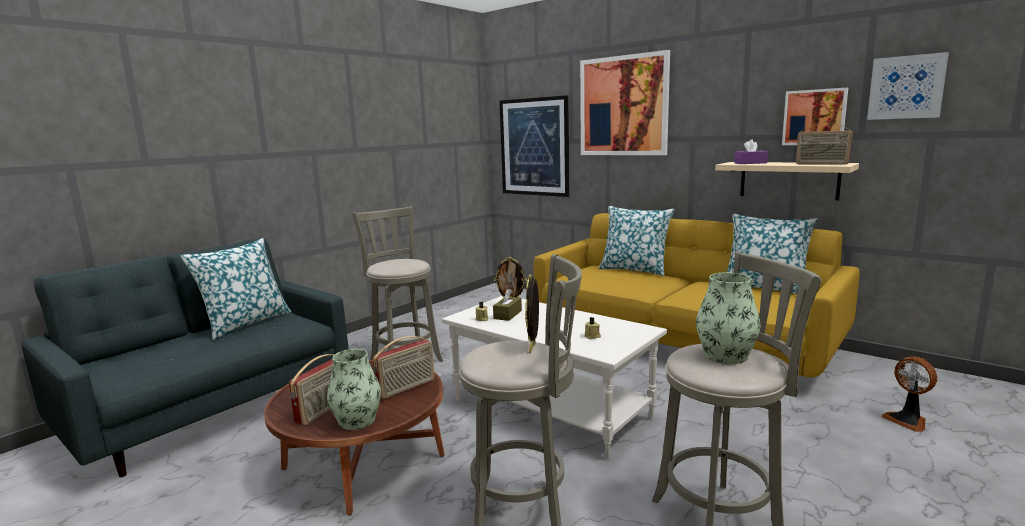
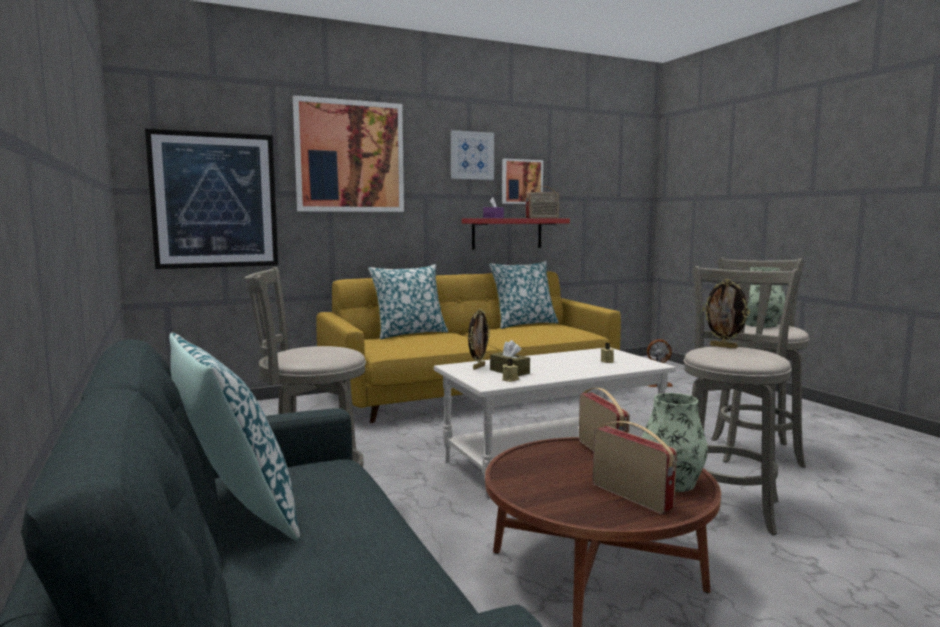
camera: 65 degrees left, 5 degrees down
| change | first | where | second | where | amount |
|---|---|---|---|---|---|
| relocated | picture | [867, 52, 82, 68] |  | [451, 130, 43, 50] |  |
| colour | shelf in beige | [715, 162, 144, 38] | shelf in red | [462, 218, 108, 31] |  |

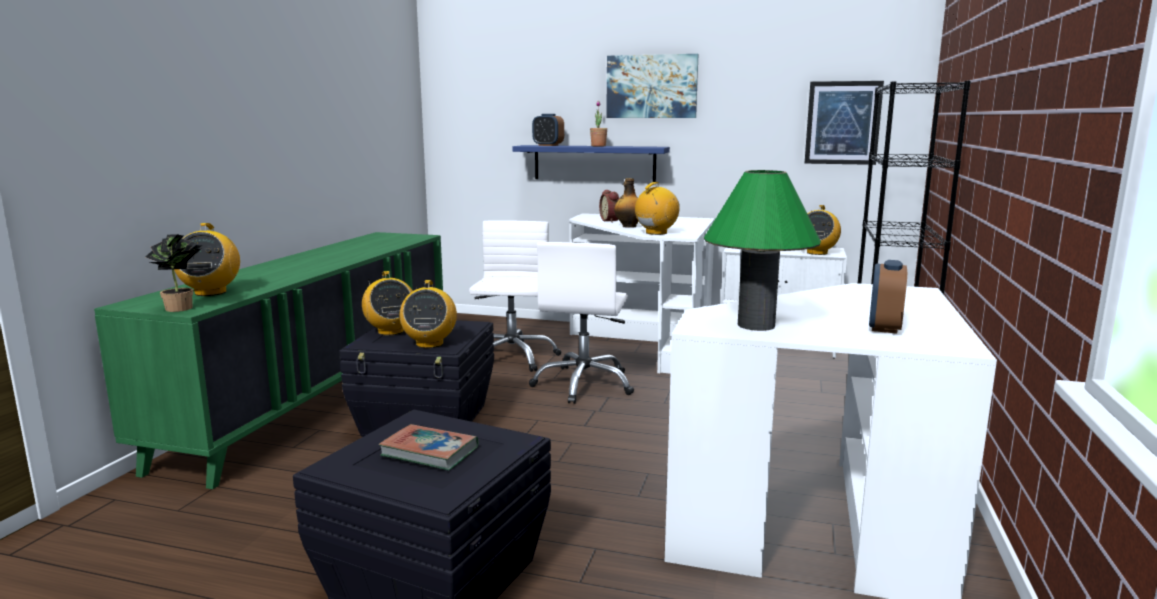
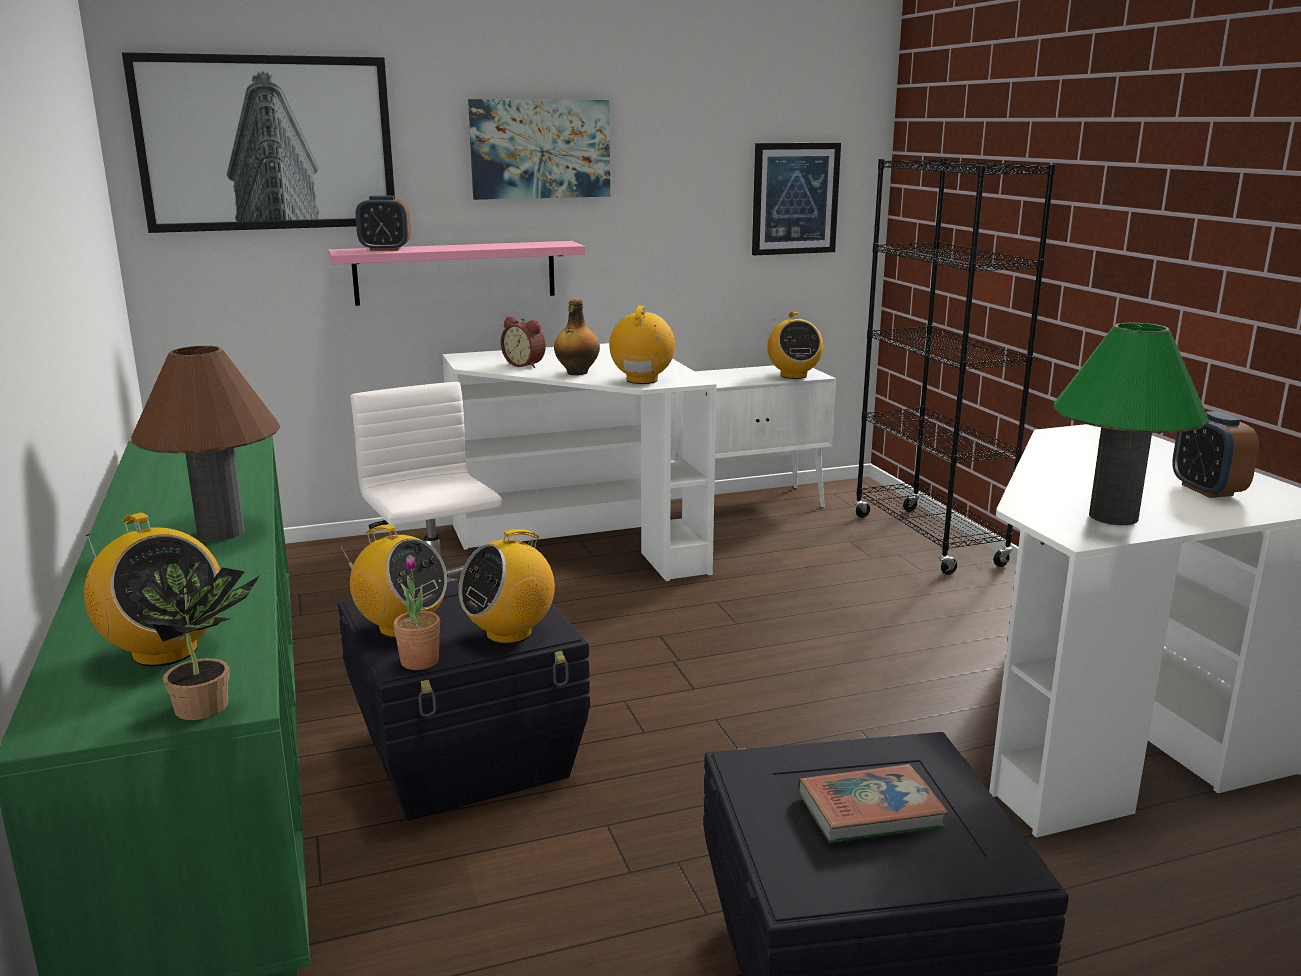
camera: 35 degrees left, 5 degrees up
| change | first | where | second | where | amount |
|---|---|---|---|---|---|
| missing | office chair in white | [529, 242, 105, 162] |  |  |  |
| appeared |  |  | picture | [122, 52, 273, 181] |  |
| appeared |  |  | table lamp in brown | [131, 346, 149, 195] |  |
| relocated | potted plant | [590, 101, 17, 45] |  | [393, 555, 47, 115] |  |
| colour | shelf in blue | [512, 145, 158, 37] | shelf in pink | [328, 241, 257, 65] |  |
| spun | radio | [399, 280, 58, 68] |  | [458, 529, 97, 115] | 90 degrees clockwise |

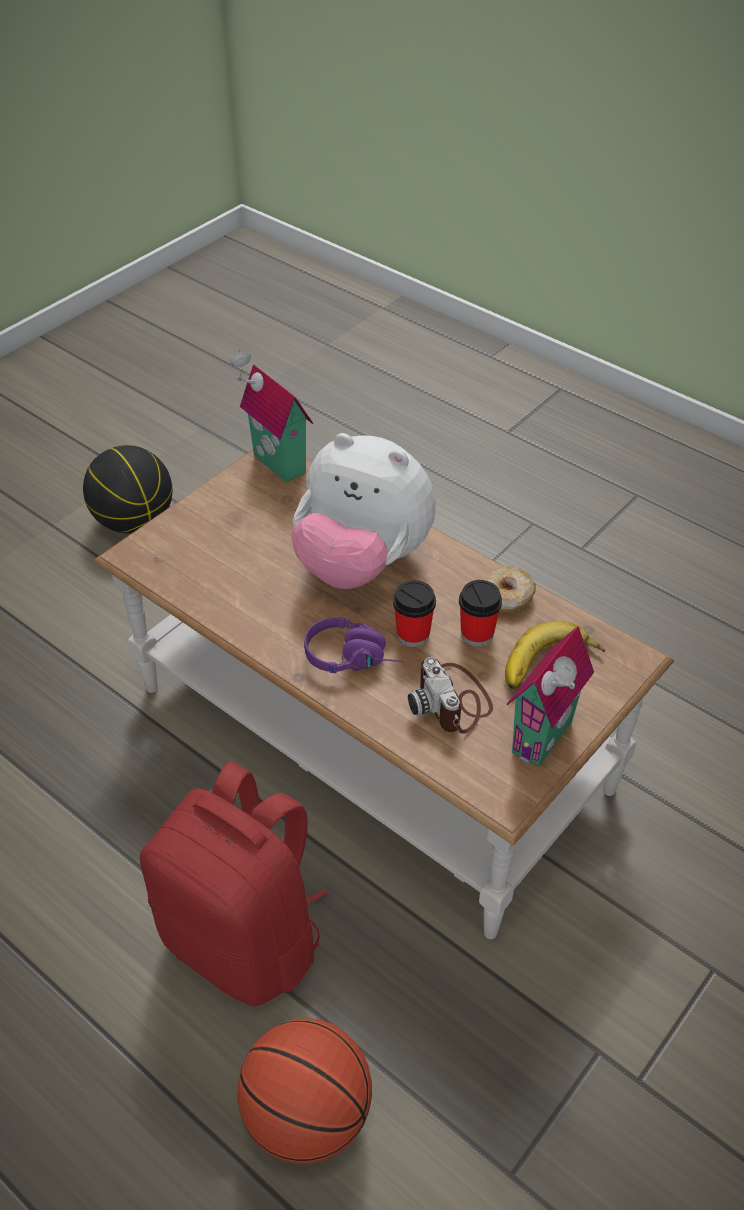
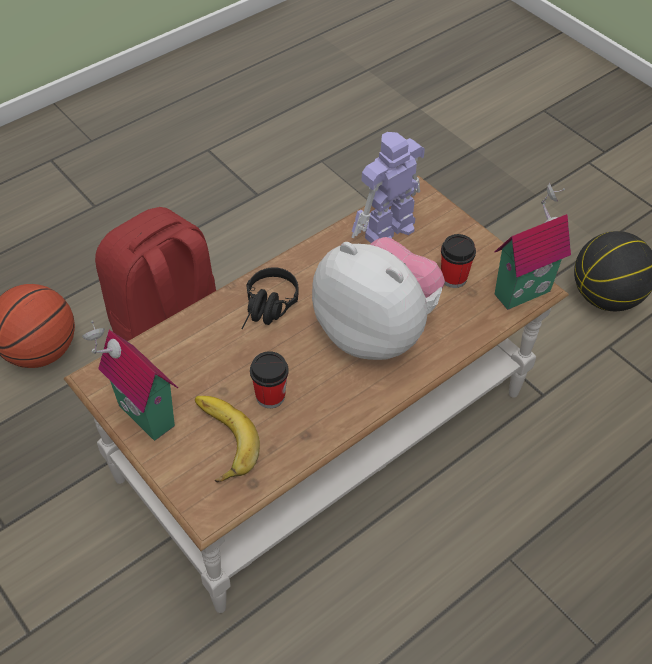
camera: 100 degrees right, 5 degrees up
| change | first | where | second | where | amount |
|---|---|---|---|---|---|
| missing | photo camera | [408, 657, 85, 77] |  |  |  |
| missing | donut | [481, 566, 55, 46] |  |  |  |
| appeared |  |  | toy robot | [352, 132, 73, 111] |  |
| relocated | cup | [393, 580, 43, 67] |  | [441, 234, 35, 54] |  |
| colour | headphones in purple | [304, 617, 100, 56] | headphones in black | [242, 267, 57, 62] |  |
| spun | plush toy | [291, 433, 145, 156] |  | [312, 237, 133, 123] | 90 degrees clockwise |

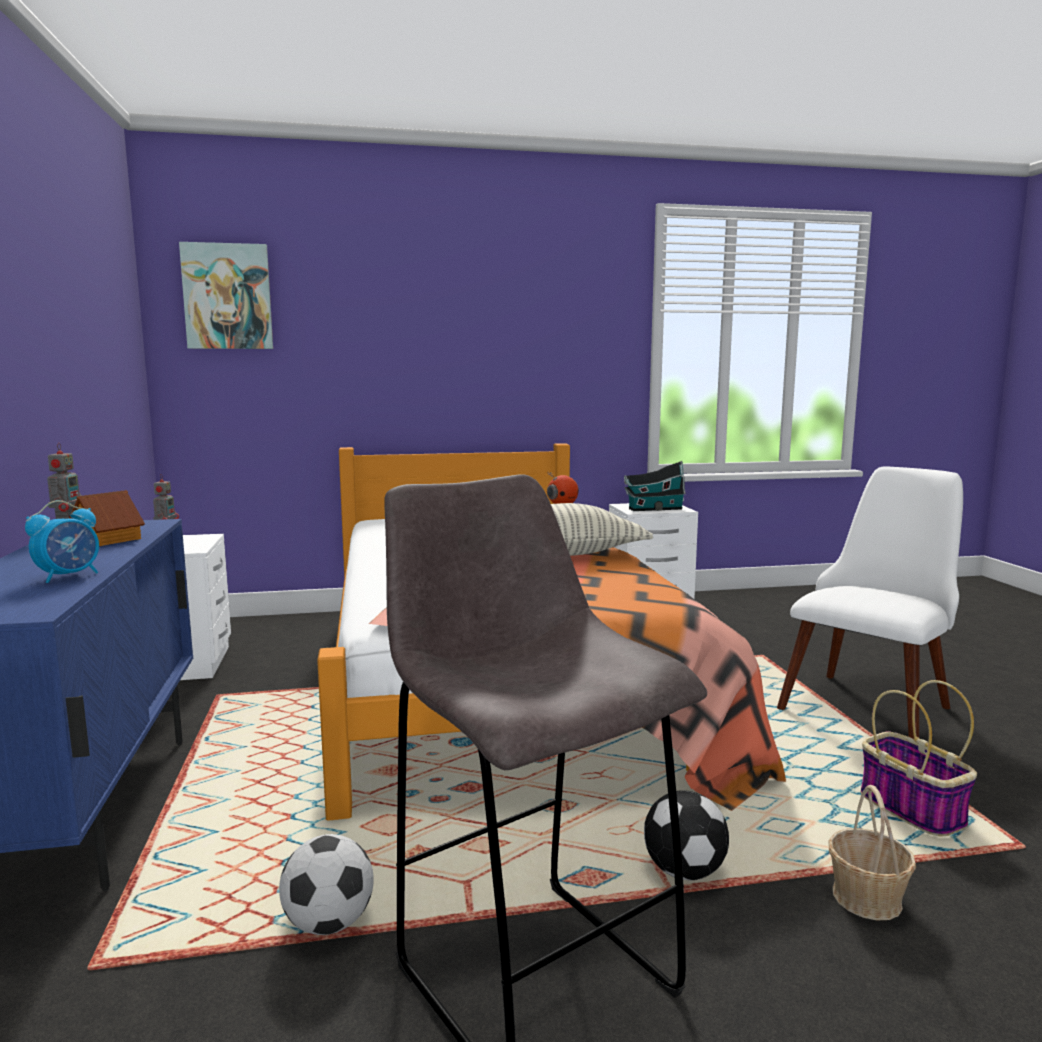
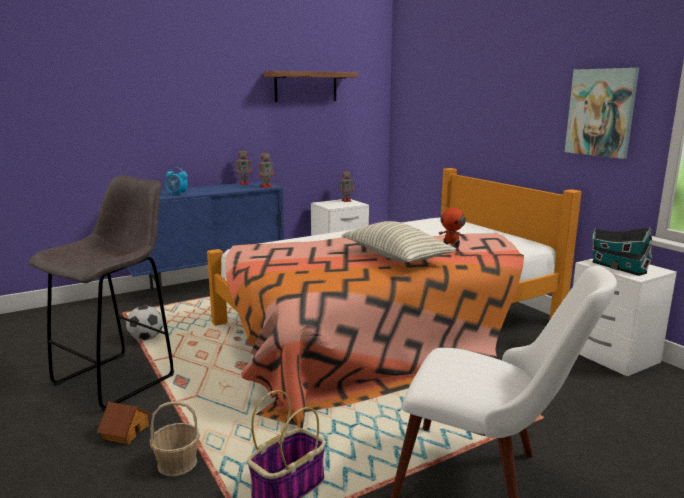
camera: 70 degrees right, 5 degrees up
| change | first | where | second | where | amount |
|---|---|---|---|---|---|
| missing | football | [644, 790, 85, 90] |  |  |  |
| appeared |  |  | toy robot | [258, 149, 17, 39] |  |
| appeared |  |  | shelf | [264, 71, 94, 31] |  |
| relocated | toy house | [69, 490, 76, 56] |  | [97, 402, 54, 43] |  |
| relocated | picture | [179, 242, 94, 107] |  | [565, 68, 74, 91] |  |

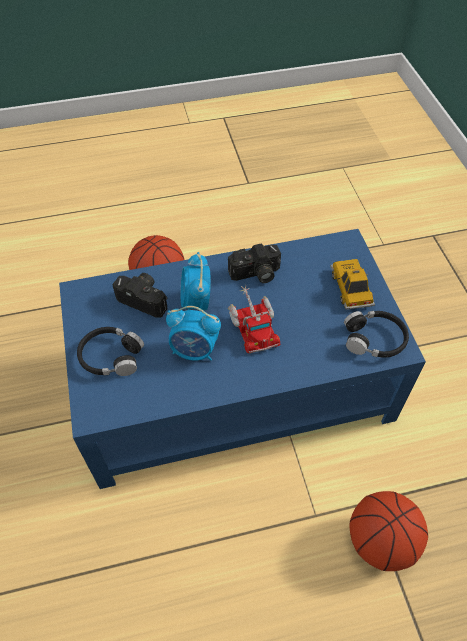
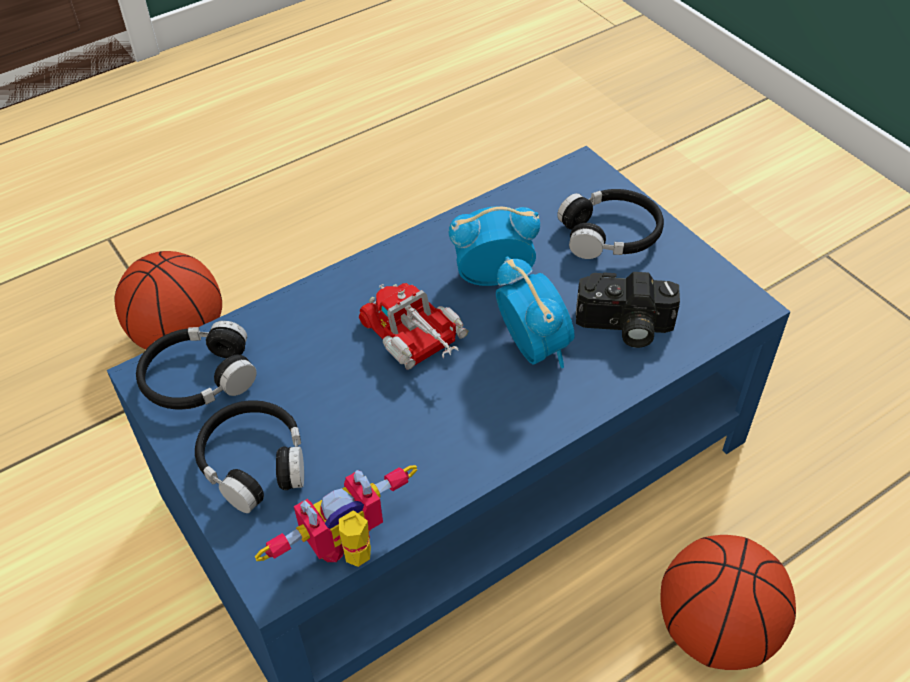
camera: 160 degrees right, 5 degrees down
| change | first | where | second | where | amount |
|---|---|---|---|---|---|
| missing | photo camera | [228, 244, 53, 39] |  |  |  |
| appeared |  |  | toy robot | [255, 465, 162, 102] |  |
| exchanged | toy car | [330, 259, 45, 51] | headphones in black | [195, 400, 109, 113] |  |

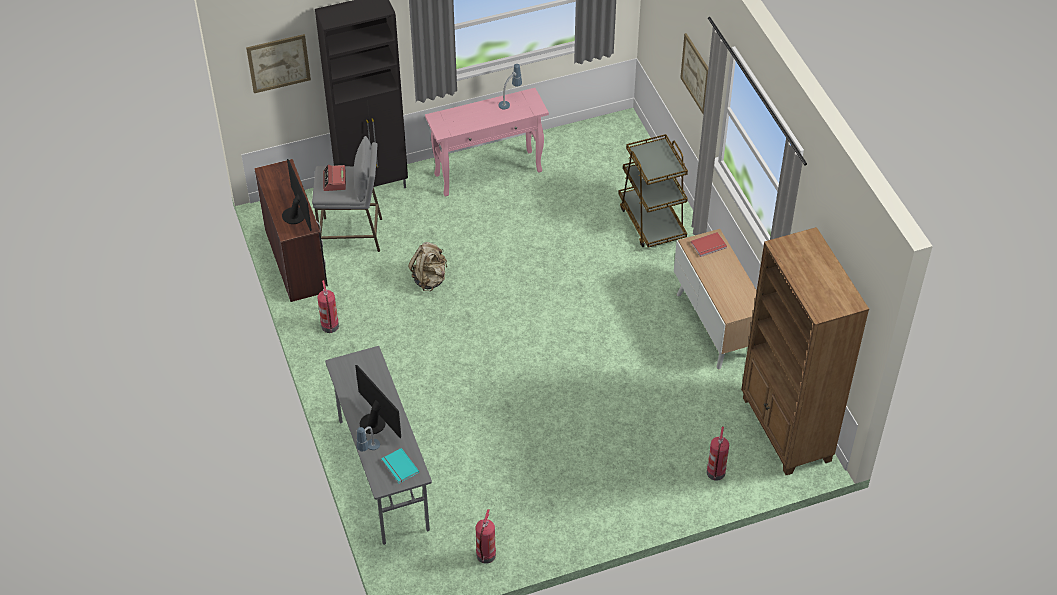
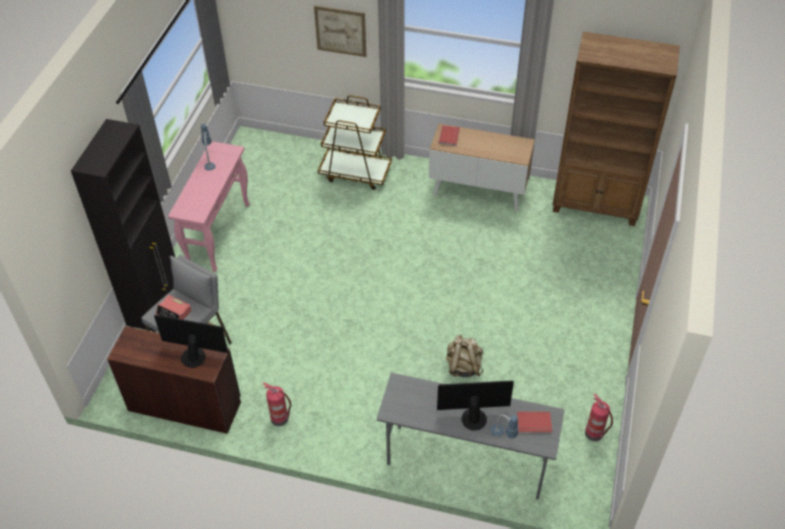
camera: 55 degrees left, 0 degrees up
| change | first | where | second | where | amount |
|---|---|---|---|---|---|
| missing | picture | [246, 34, 65, 59] |  |  |  |
| missing | fire extinguisher | [707, 427, 22, 54] |  |  |  |
| relocated | backpack in beige | [409, 242, 38, 49] |  | [446, 335, 37, 42] |  |
| colour | book in turquoise | [381, 448, 38, 35] | book in red | [517, 412, 35, 21] |  |

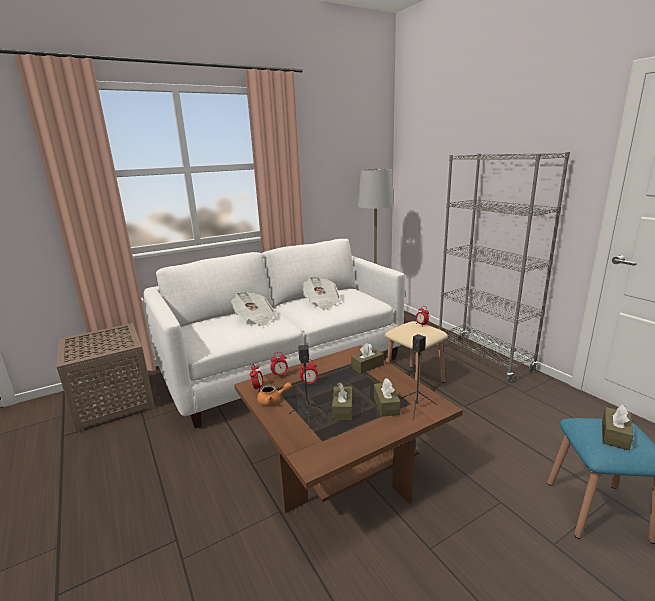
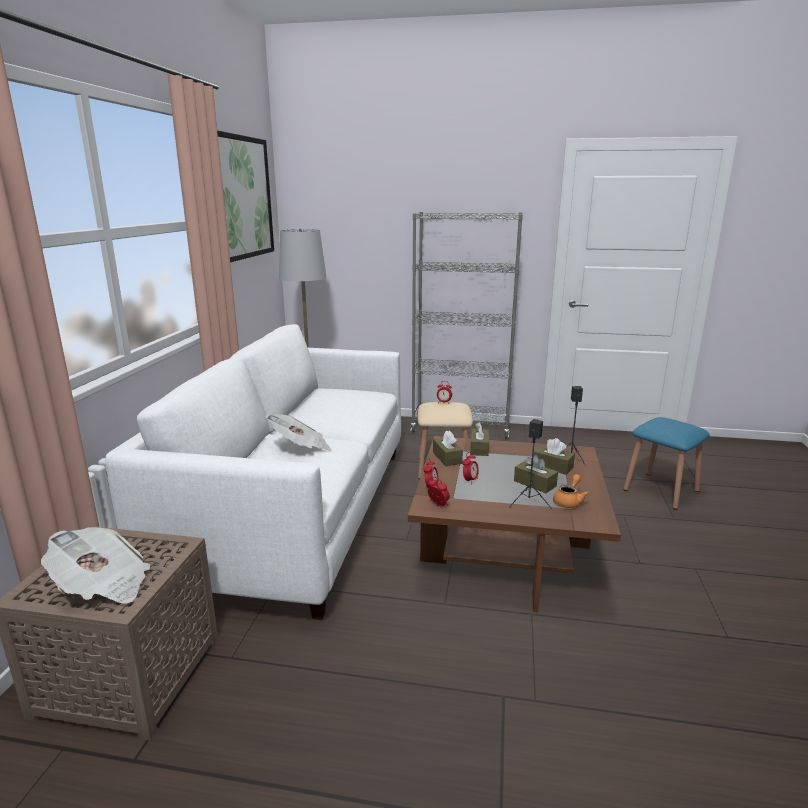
camera: 50 degrees left, 0 degrees up
| change | first | where | second | where | amount |
|---|---|---|---|---|---|
| appeared |  |  | picture | [217, 130, 57, 132] |  |
| relocated | teapot in orange | [257, 382, 35, 24] |  | [553, 474, 36, 34] |  |
| relocated | newspaper | [302, 276, 39, 34] |  | [41, 527, 109, 77] |  |
| relocated | tissue box in brown | [602, 405, 32, 46] |  | [433, 431, 30, 35] |  |

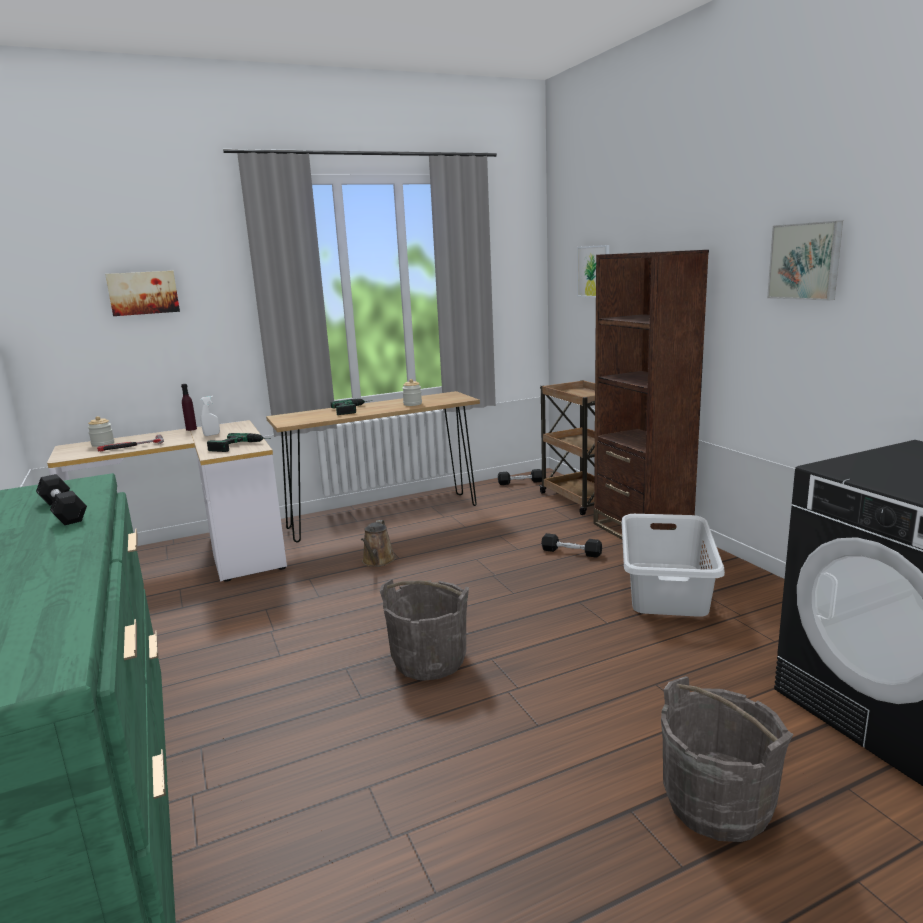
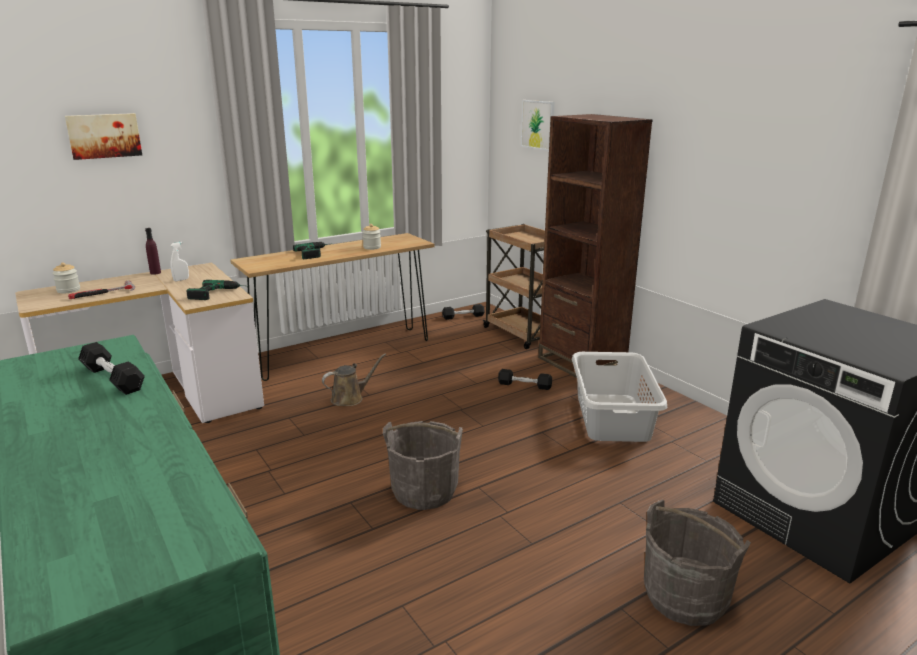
camera: 10 degrees left, 5 degrees up
| change | first | where | second | where | amount |
|---|---|---|---|---|---|
| missing | picture | [767, 221, 76, 80] |  |  |  |
| spun | watering can in brown | [361, 520, 35, 47] |  | [322, 353, 64, 53] | 120 degrees counterclockwise |

